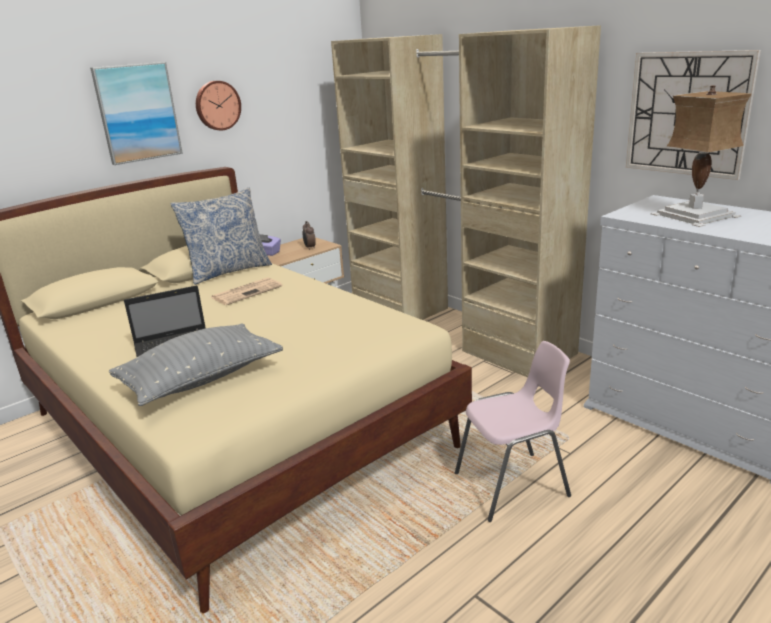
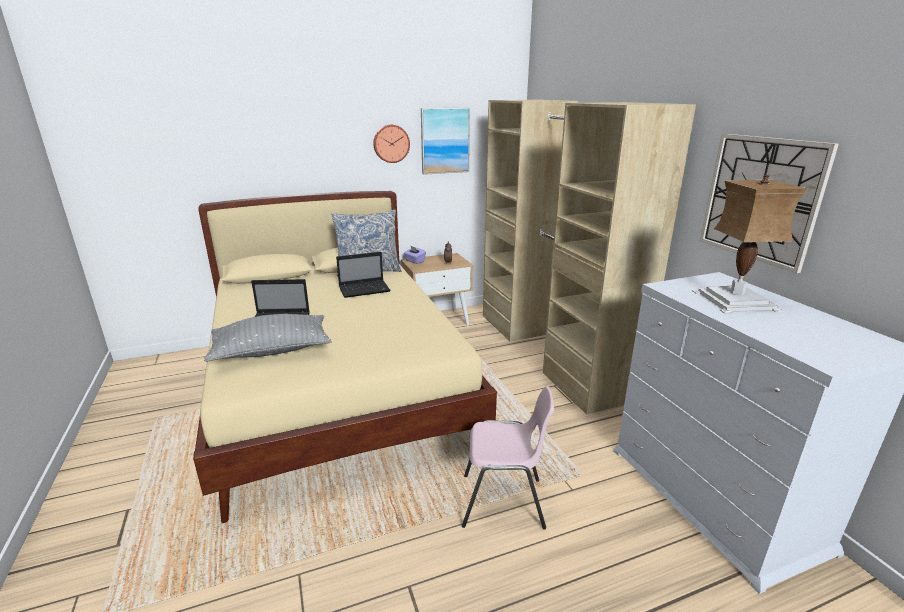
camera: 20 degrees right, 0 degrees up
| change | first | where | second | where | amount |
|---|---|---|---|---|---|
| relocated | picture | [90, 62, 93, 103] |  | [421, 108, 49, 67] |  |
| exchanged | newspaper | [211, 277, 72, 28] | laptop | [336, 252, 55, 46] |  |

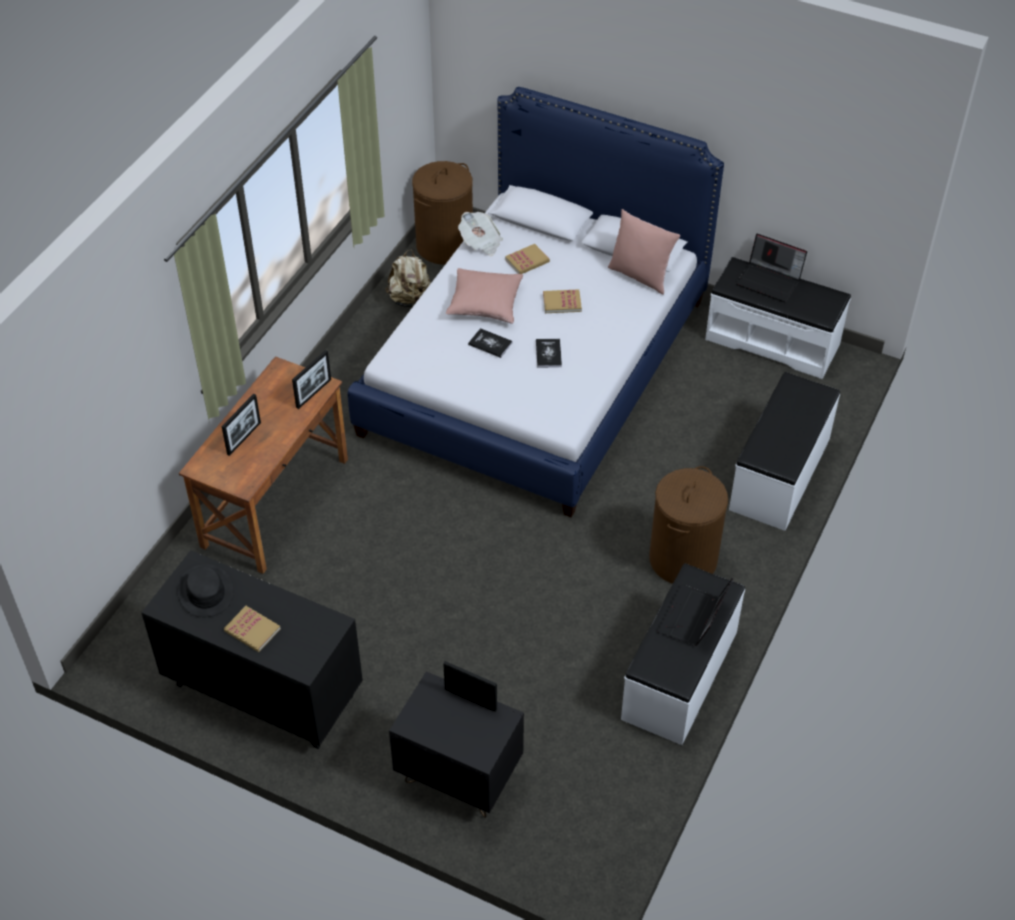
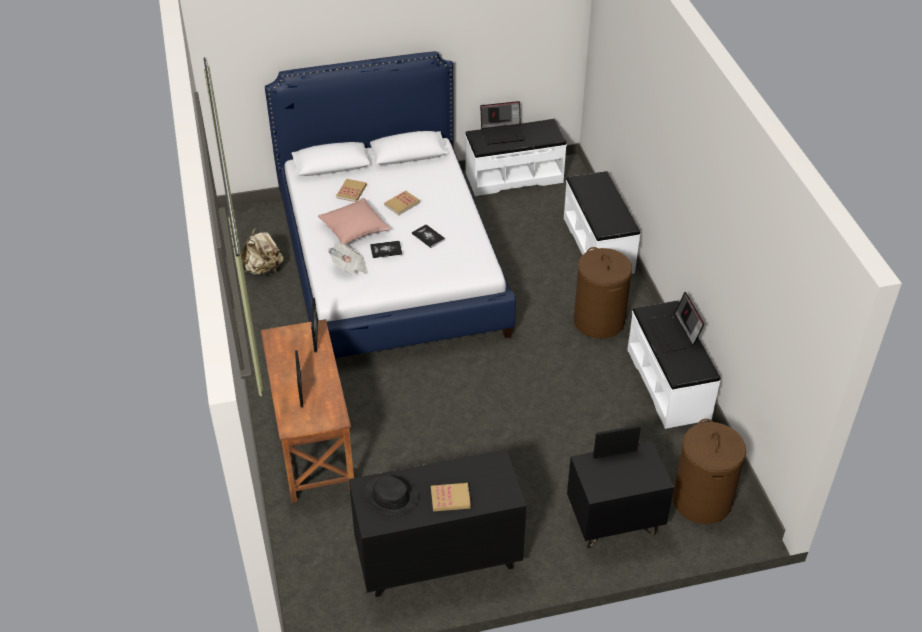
camera: 40 degrees left, 5 degrees down
| change | first | where | second | where | amount |
|---|---|---|---|---|---|
| missing | pillow in pink | [608, 209, 72, 86] |  |  |  |
| relocated | laundry basket in brown | [412, 161, 61, 104] |  | [673, 419, 73, 105] |  |
| relocated | newspaper | [458, 212, 45, 44] |  | [328, 244, 40, 29] |  |

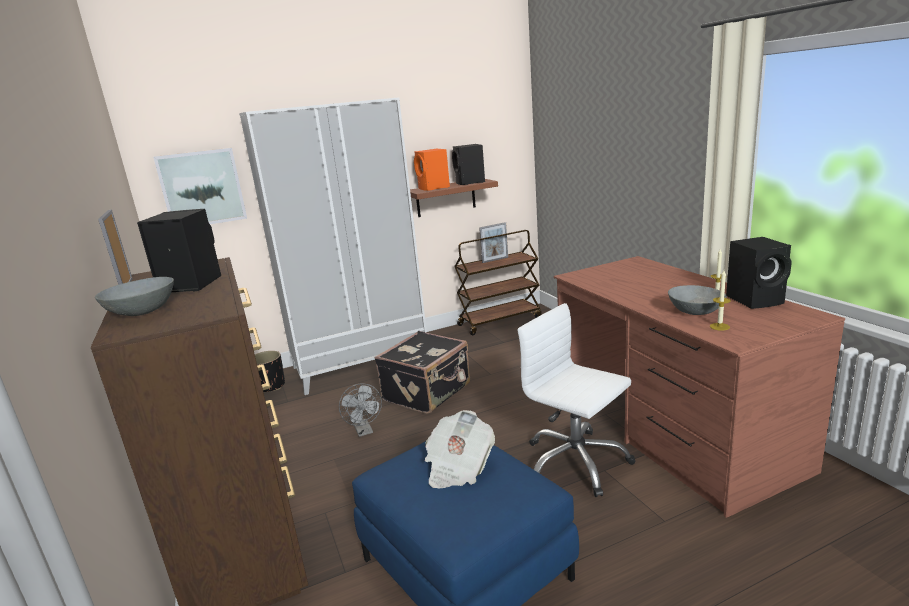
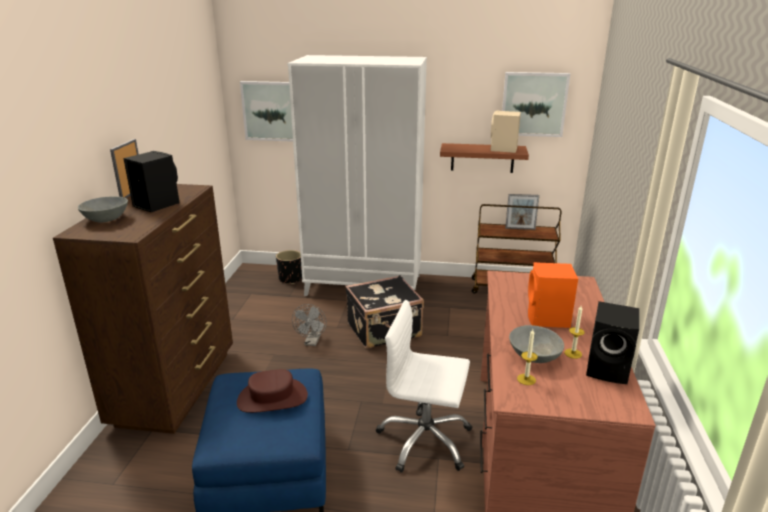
camera: 30 degrees right, 5 degrees up
| change | first | where | second | where | amount |
|---|---|---|---|---|---|
| appeared |  |  | picture | [502, 72, 68, 65] |  |
| relocated | speaker in orange | [414, 149, 36, 42] |  | [528, 262, 50, 66] |  |
| exchanged | newspaper | [425, 410, 70, 78] | hat in brown | [237, 369, 71, 44] |  |
| colour | speaker in black | [452, 144, 33, 41] | speaker in beige | [491, 111, 30, 42] |  |
| spun | office chair in white | [518, 303, 117, 194] |  | [376, 300, 96, 173] | 60 degrees counterclockwise |

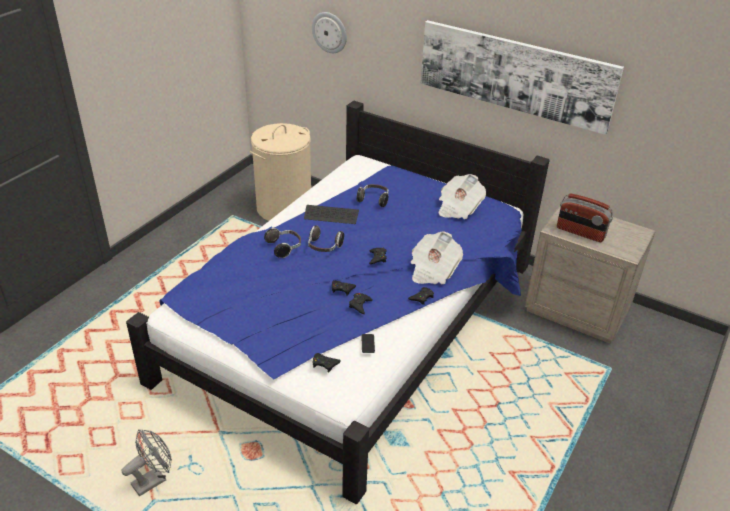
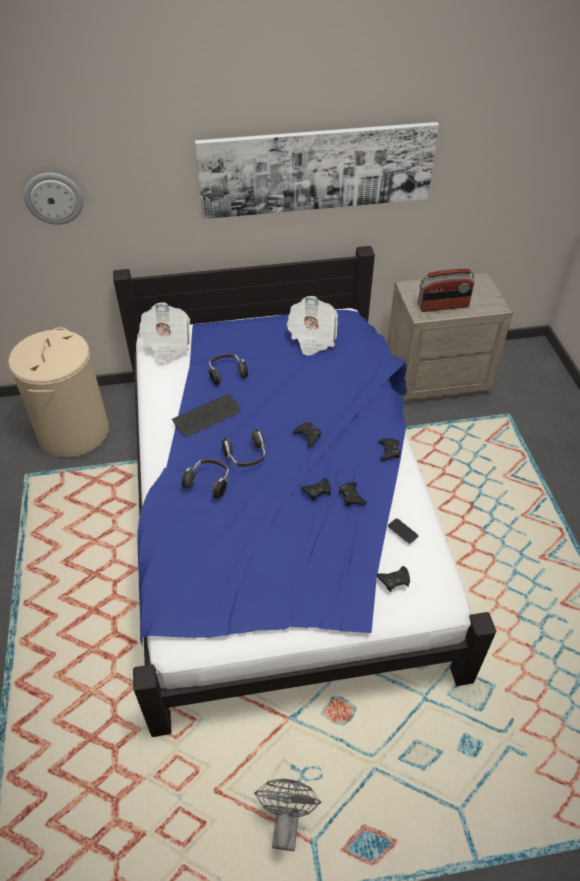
camera: 40 degrees left, 10 degrees up
| change | first | where | second | where | amount |
|---|---|---|---|---|---|
| relocated | newspaper | [411, 231, 52, 53] |  | [138, 302, 52, 61] |  |

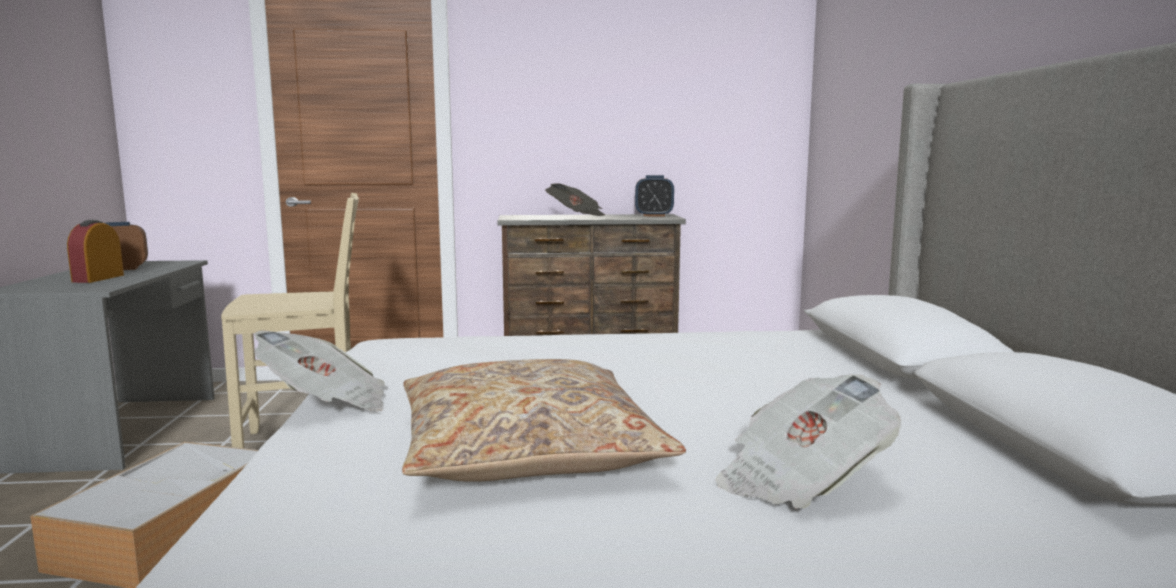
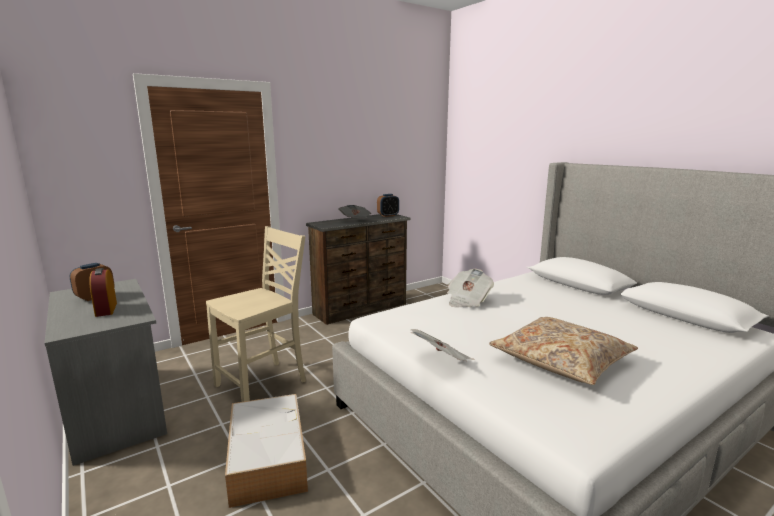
camera: 30 degrees left, 5 degrees up
| change | first | where | second | where | amount |
|---|---|---|---|---|---|
| relocated | newspaper | [716, 374, 185, 135] |  | [447, 269, 47, 38] |  |

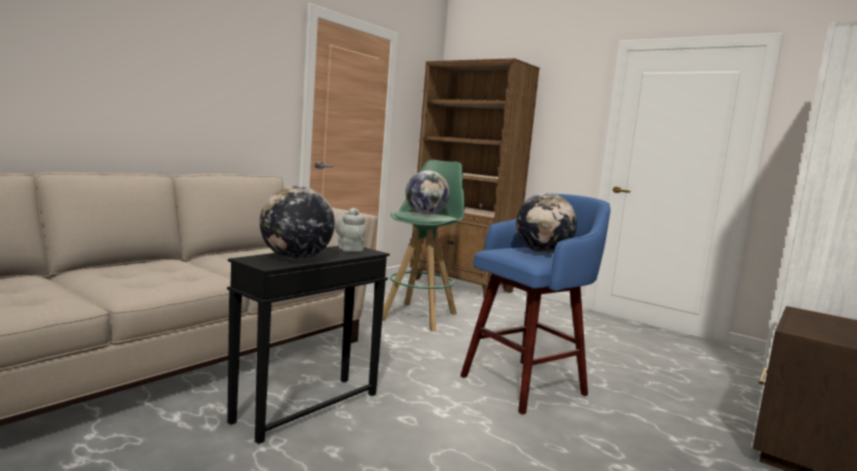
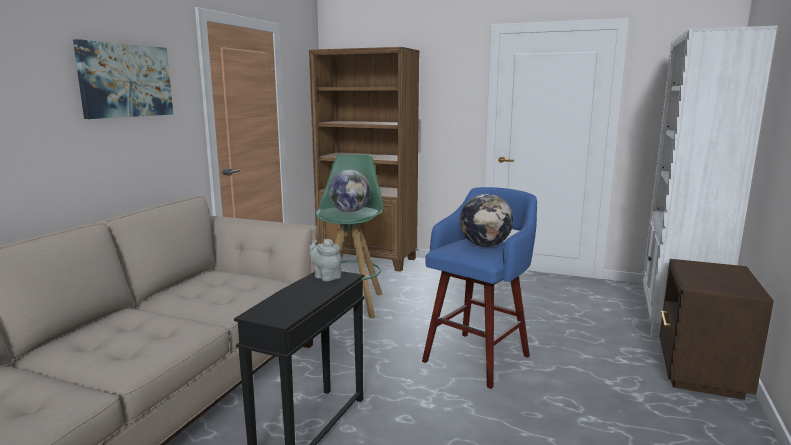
camera: 15 degrees left, 5 degrees up
| change | first | where | second | where | amount |
|---|---|---|---|---|---|
| missing | globe | [260, 186, 75, 74] |  |  |  |
| appeared |  |  | picture | [73, 39, 100, 80] |  |

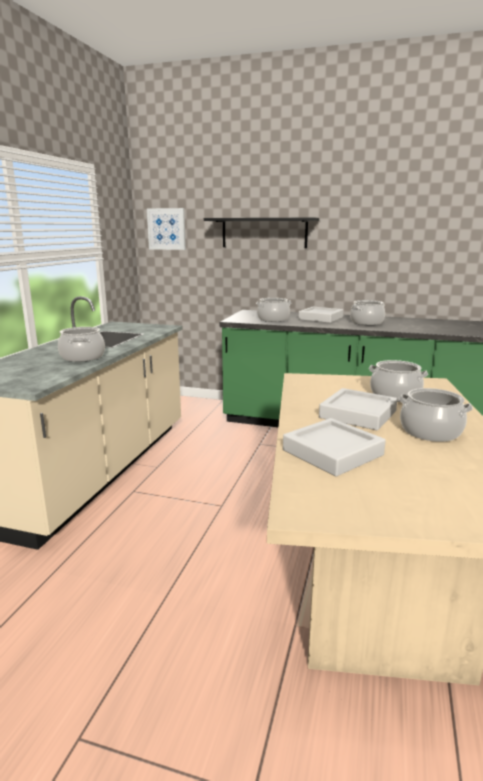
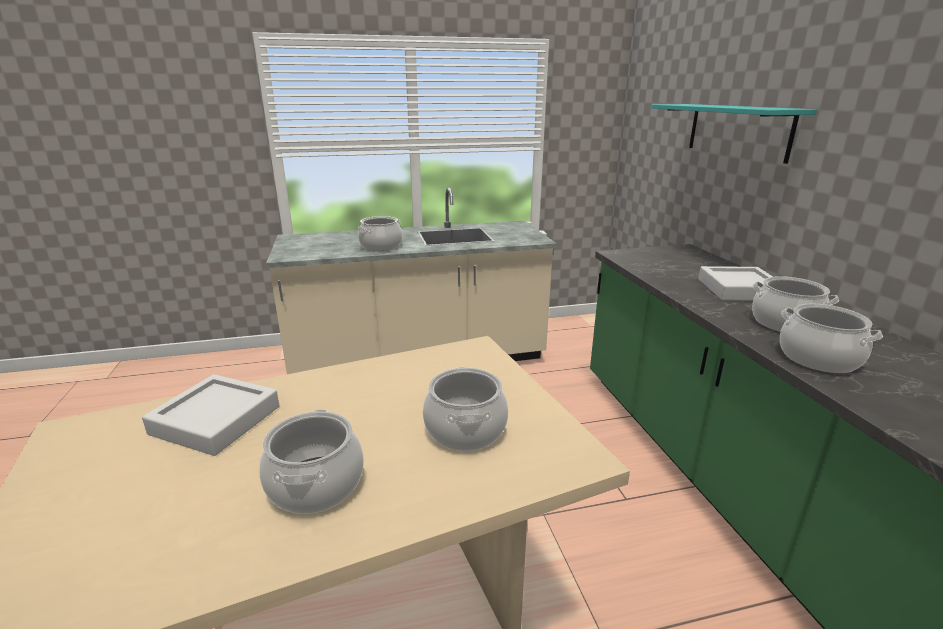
camera: 60 degrees right, 5 degrees up
| change | first | where | second | where | amount |
|---|---|---|---|---|---|
| missing | picture | [147, 208, 39, 42] |  |  |  |
| missing | tray in grey | [319, 388, 78, 42] |  |  |  |
| relocated | cooking pot | [256, 298, 35, 24] |  | [780, 304, 103, 69] |  |
| colour | shelf in black | [204, 218, 115, 30] | shelf in turquoise | [652, 104, 165, 60] |  |

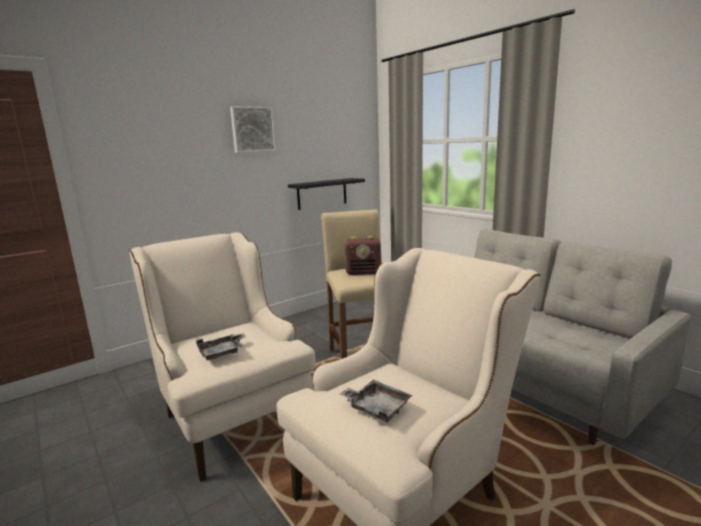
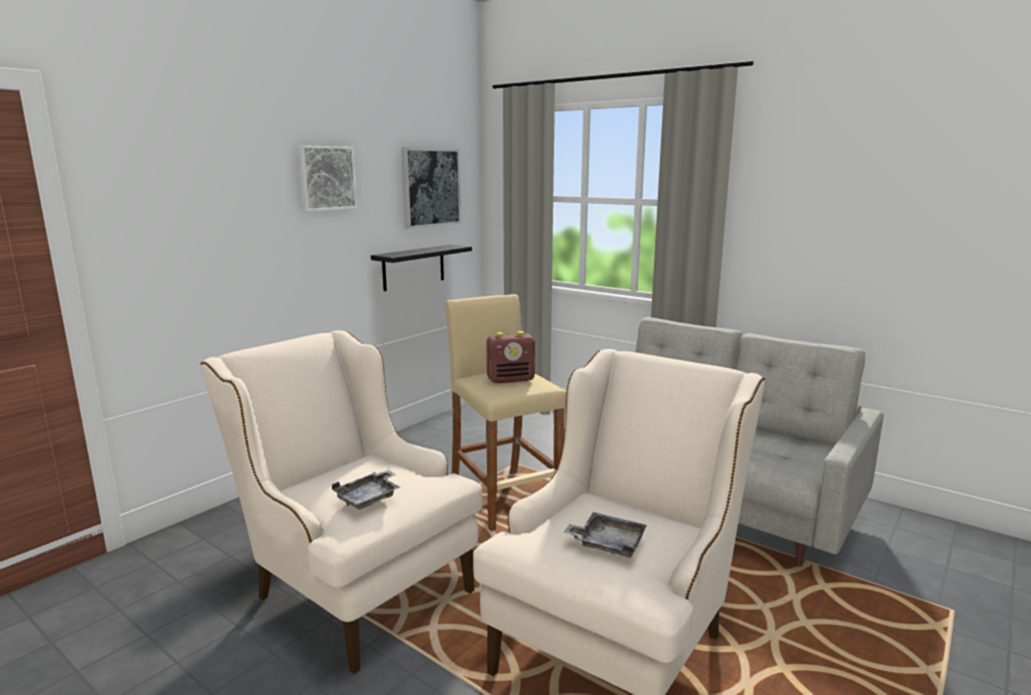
camera: 15 degrees left, 0 degrees up
| change | first | where | second | where | amount |
|---|---|---|---|---|---|
| appeared |  |  | picture | [401, 147, 60, 82] |  |

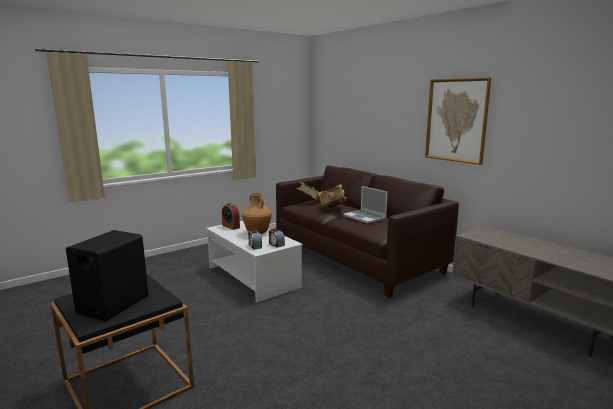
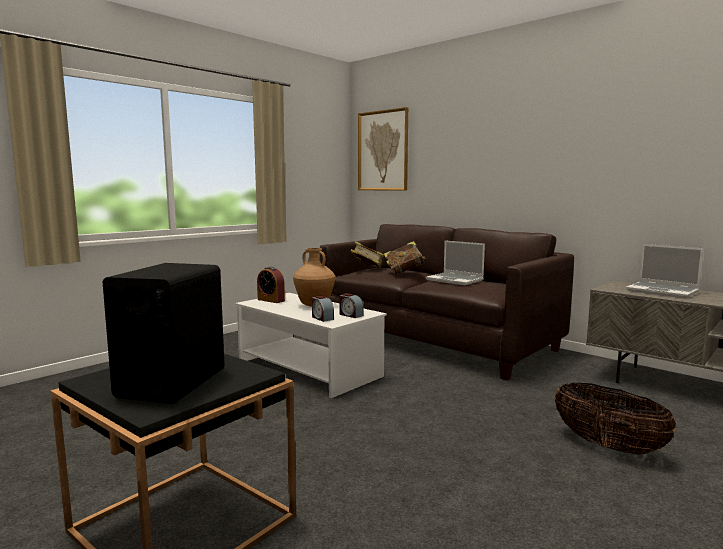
camera: 10 degrees left, 5 degrees down
| change | first | where | second | where | amount |
|---|---|---|---|---|---|
| appeared |  |  | basket | [555, 383, 122, 72] |  |
| appeared |  |  | laptop | [626, 244, 78, 54] |  |
| relocated | picture | [425, 78, 66, 87] |  | [358, 107, 50, 84] |  |

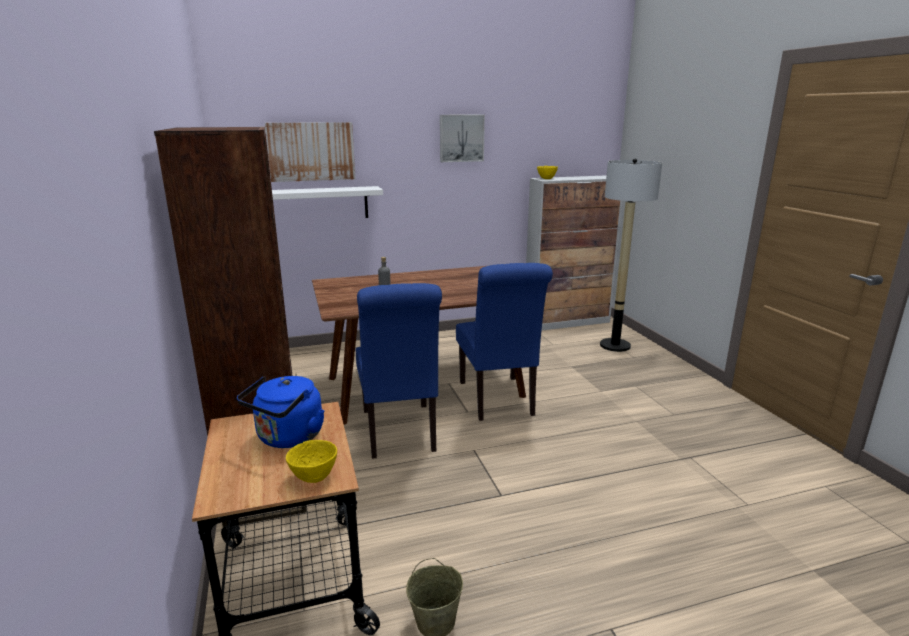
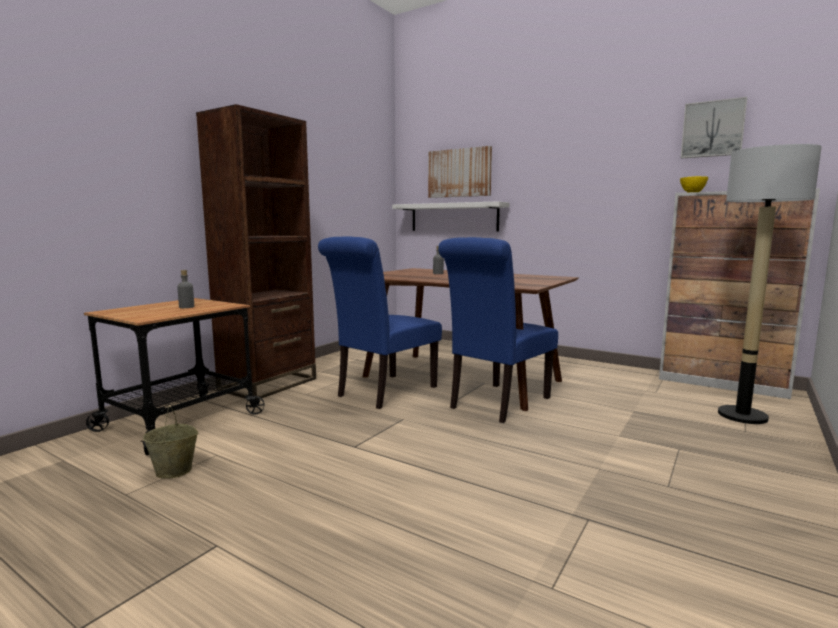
camera: 50 degrees right, 10 degrees down
| change | first | where | second | where | amount |
|---|---|---|---|---|---|
| missing | bowl in yellow | [286, 440, 51, 43] |  |  |  |
| relocated | picture | [440, 115, 45, 47] |  | [681, 97, 66, 62] |  |
| exchanged | kettle in blue | [237, 376, 88, 72] | bottle in grey | [177, 270, 17, 38] |  |

